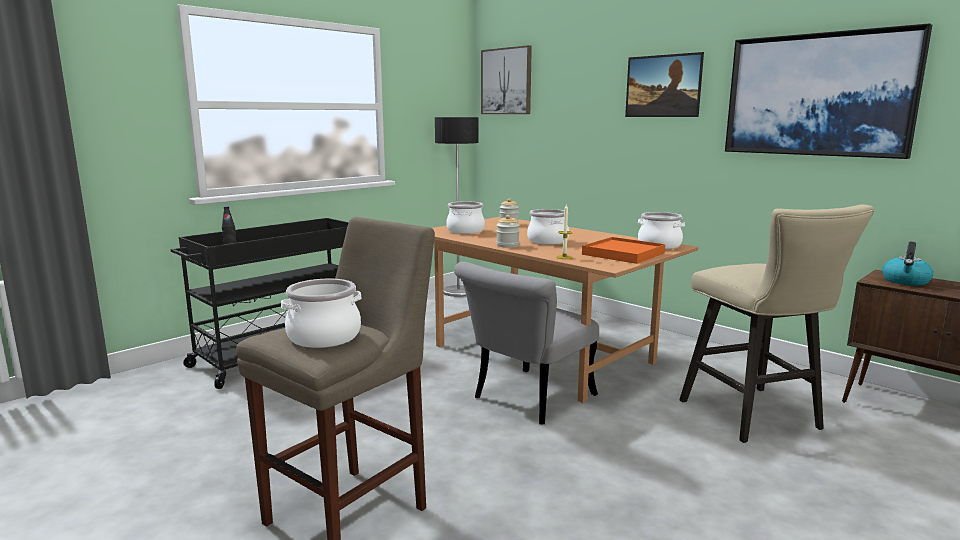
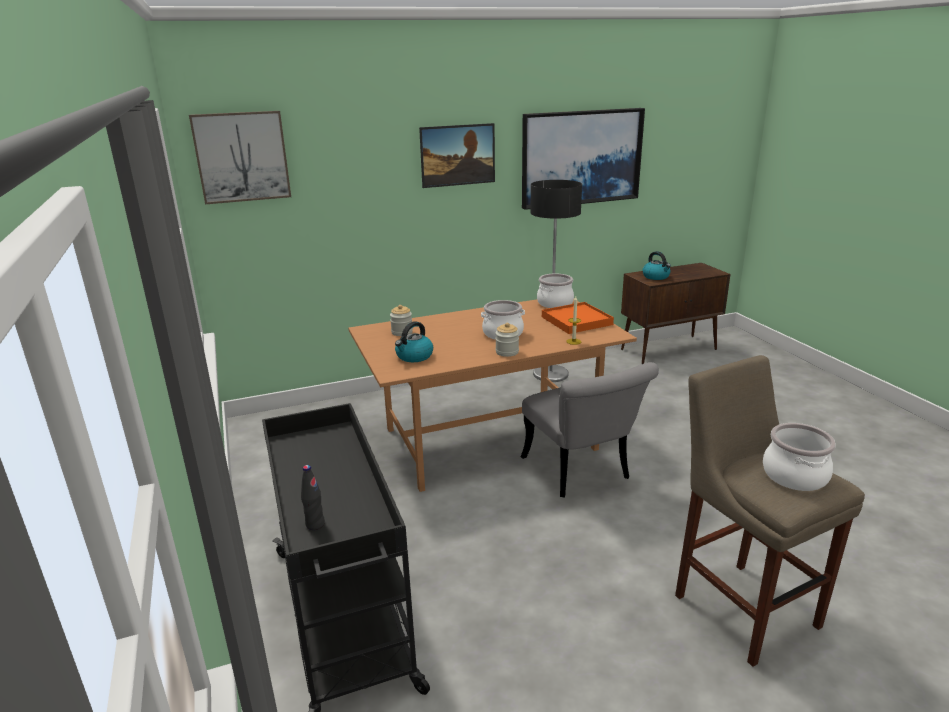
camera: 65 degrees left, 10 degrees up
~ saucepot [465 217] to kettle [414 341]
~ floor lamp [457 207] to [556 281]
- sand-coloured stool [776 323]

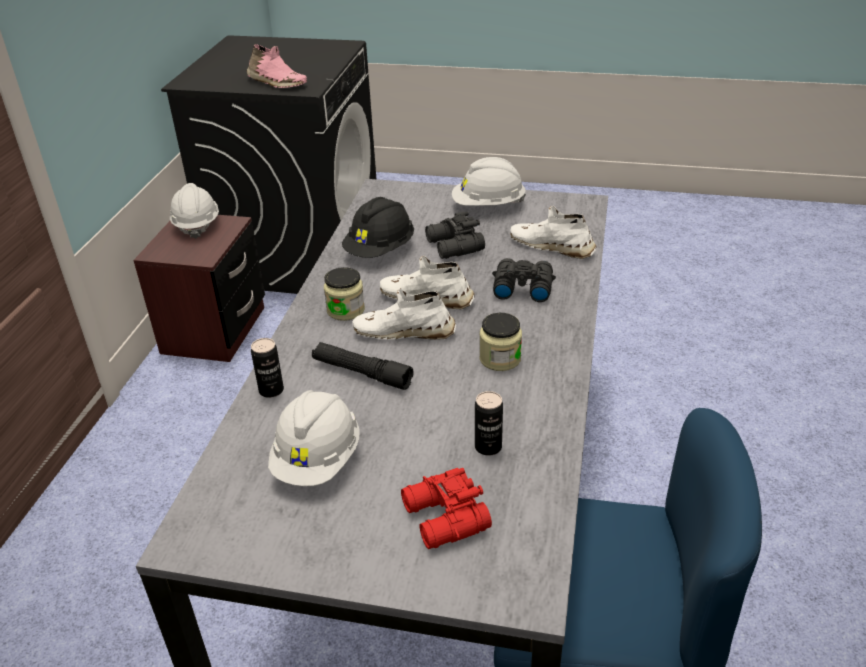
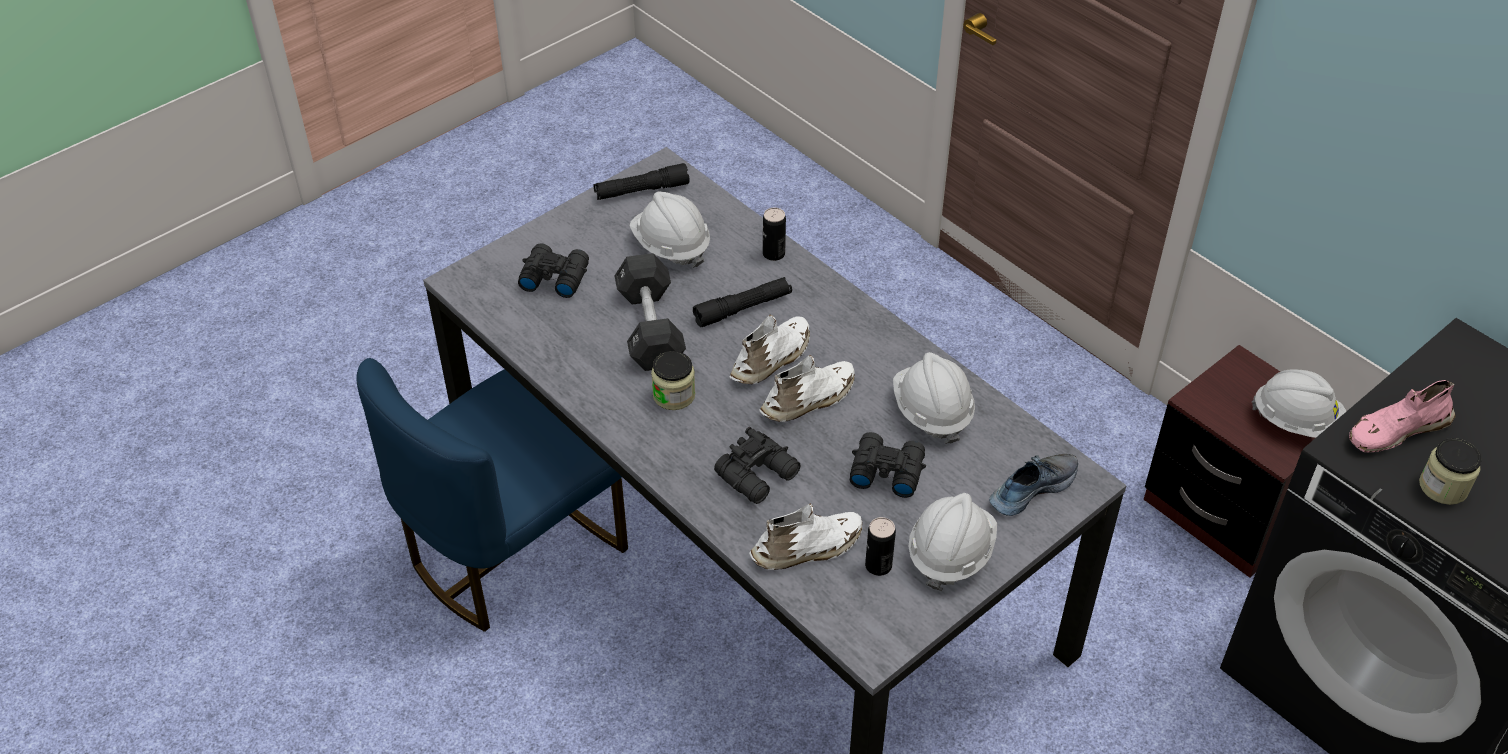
camera: 125 degrees right, 10 degrees up
~ red field glasses [446 508] to black field glasses [553 270]
+ black flashlight [642 181]
+ black free weight [650 312]
~ metal can [489 423] to [880 546]
~ black safety helmet [378 227] to whitish safety helmet [934 398]
+ shoe [1033 485]
~ storage jar [344 294] to [1450 471]

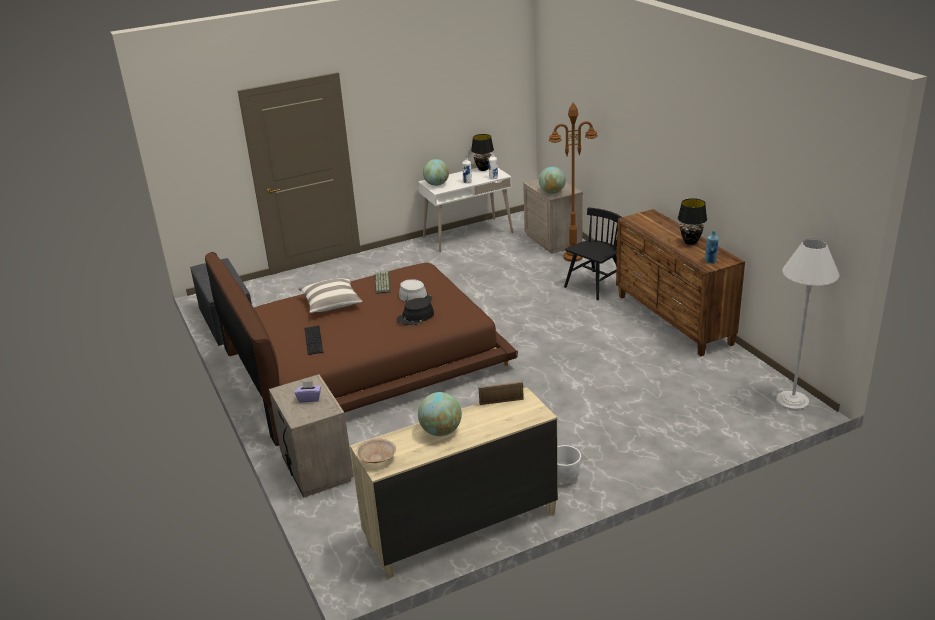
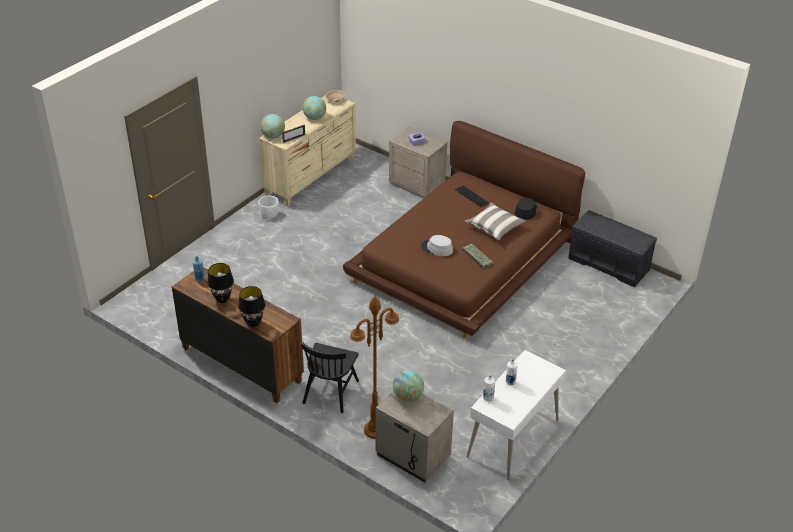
camera: 150 degrees right, 10 degrees up
~ black table lamp [482 152] to [251 306]
~ desk globe [436 172] to [273 126]
~ black wearable hat [415 311] to [526 209]
- whitish floor lamp [808 325]

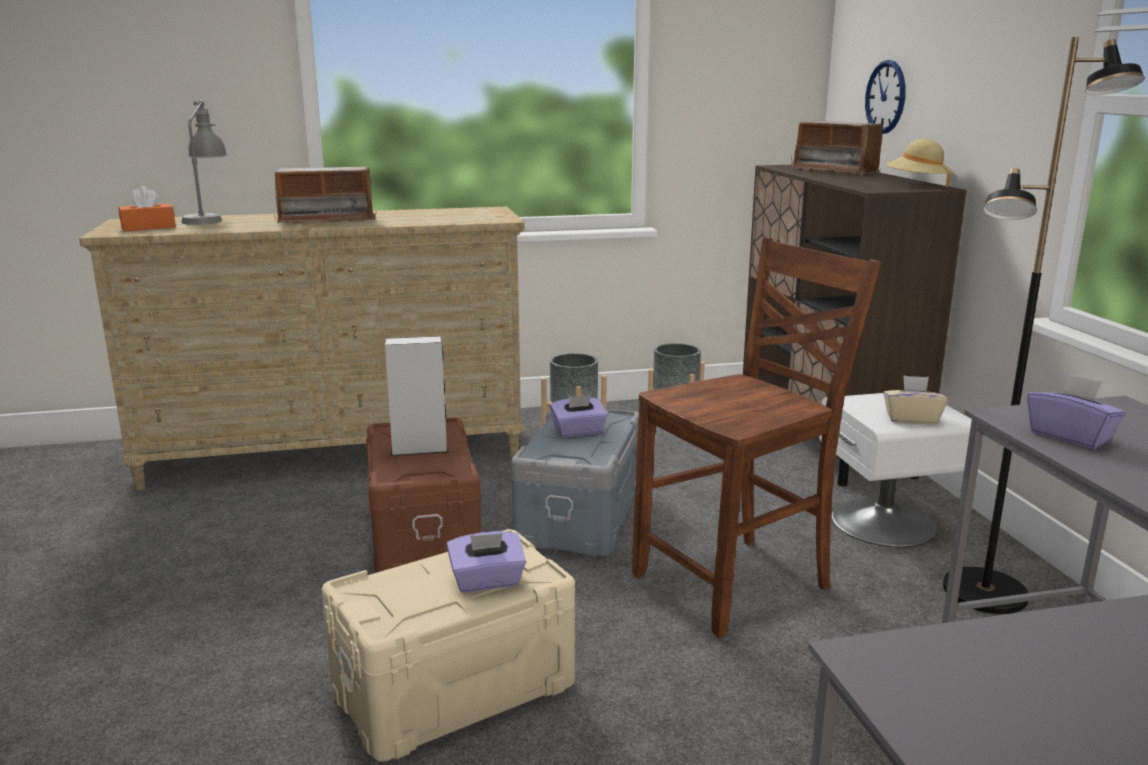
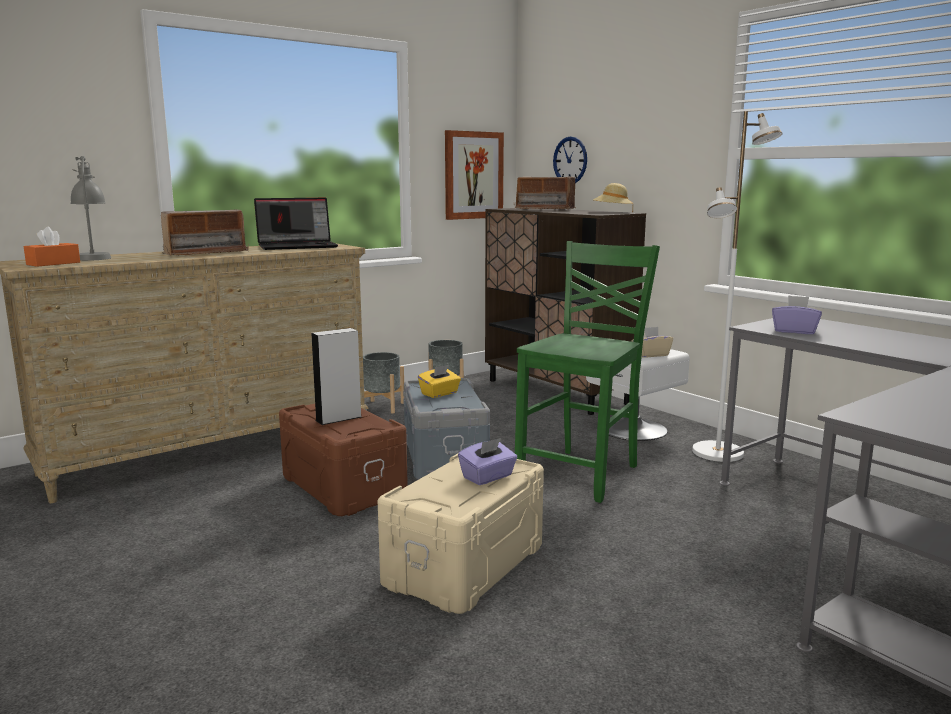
camera: 25 degrees left, 5 degrees down
+ notebook computer [296 224]
~ purple-coloured box of tissues [579 416] to yellow box of tissues [439 381]
+ picture [474 175]
~ brown-coloured chair [756 438] to greenish chair [587 372]
~ black floor lamp [1044 325] to whitish floor lamp [737 286]

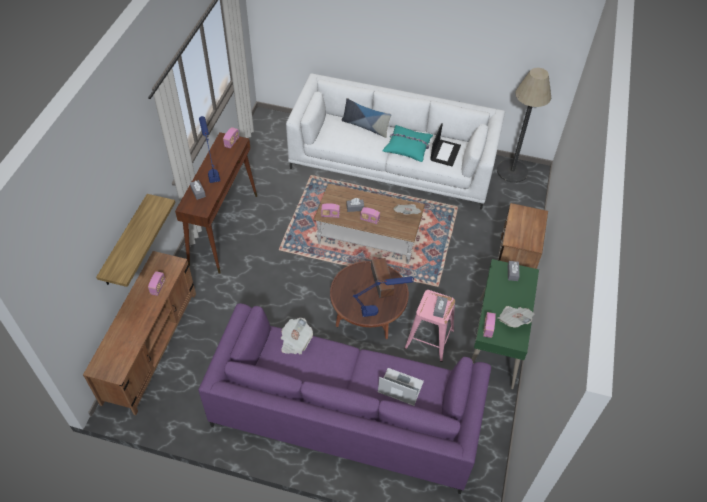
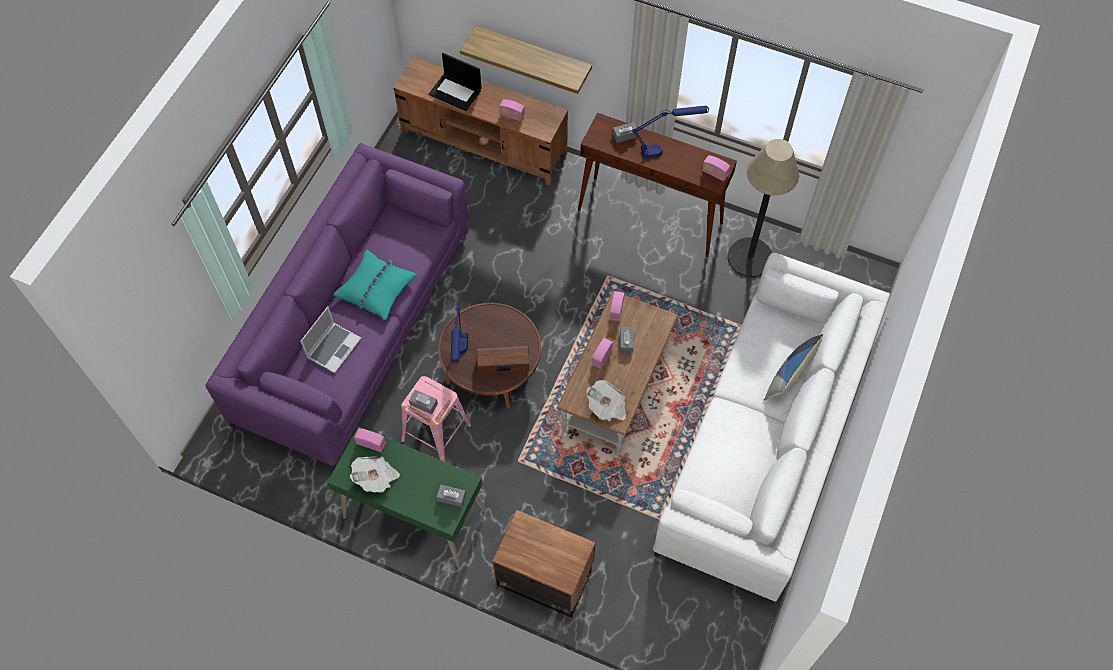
camera: 100 degrees right, 10 degrees up
~ turquoise-coloured throw pillow [407 143] to [375 284]
~ notebook computer [445 145] to [455 82]
~ floor lamp [524 125] to [763 208]
- printed paper [297 336]

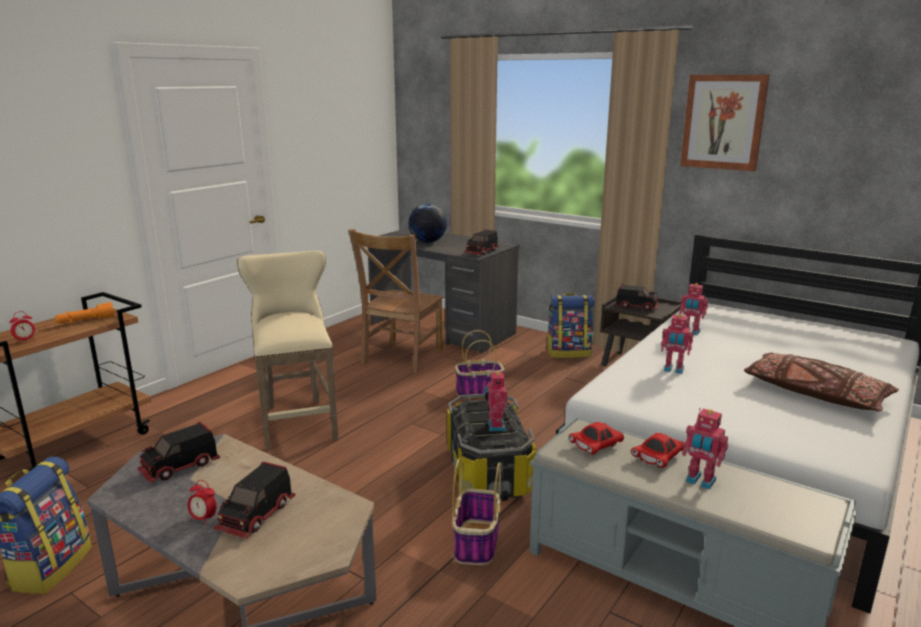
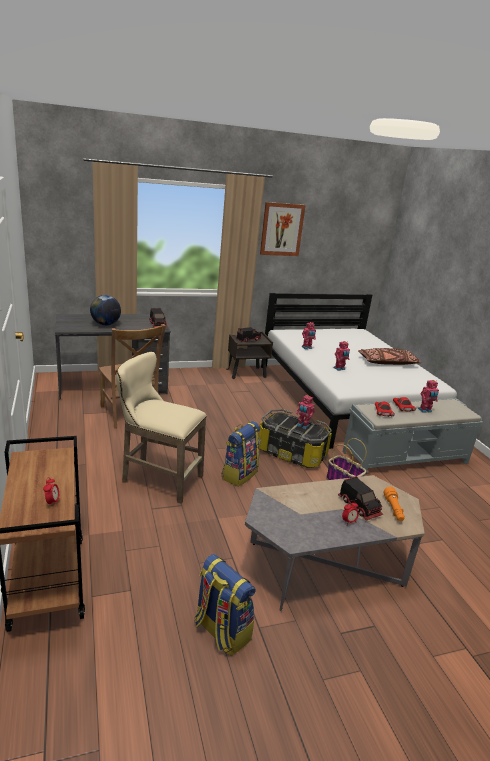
camera: 55 degrees left, 5 degrees up
~ knapsack [570 325] to [240 453]
~ orange flashlight [85 313] to [394 504]
- toy lorry [178 452]
- basket [480 364]

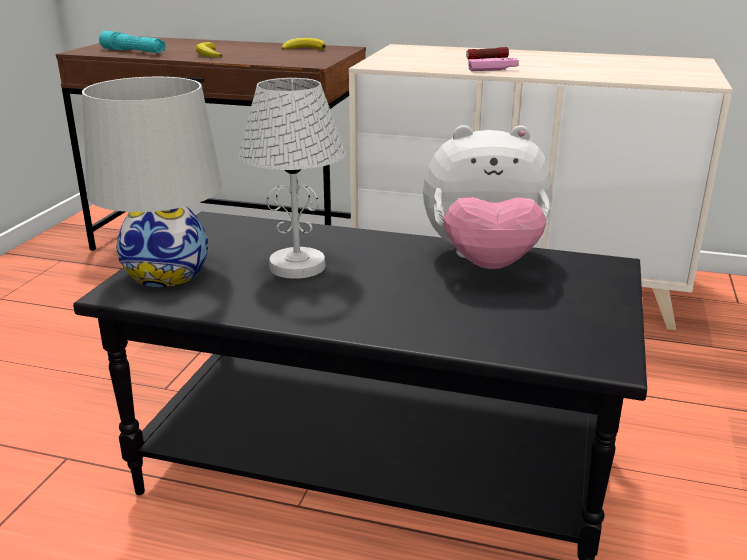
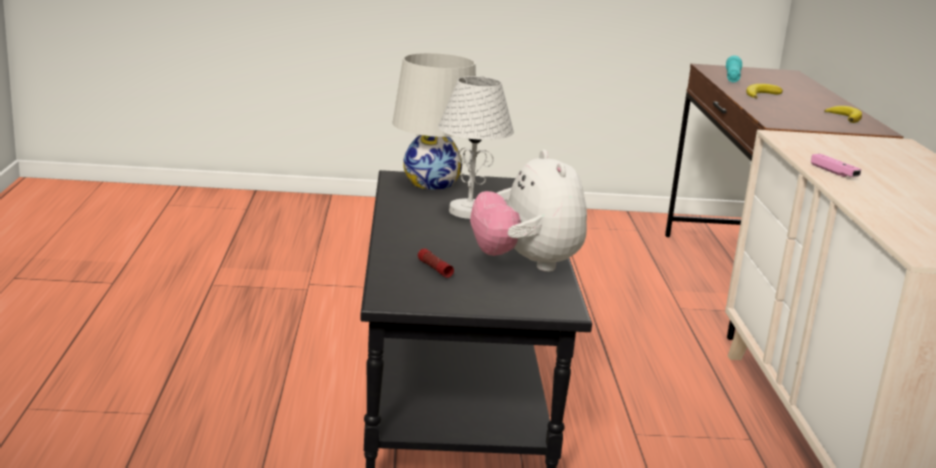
camera: 70 degrees right, 5 degrees down
~ flashlight [487 53] to [436 263]

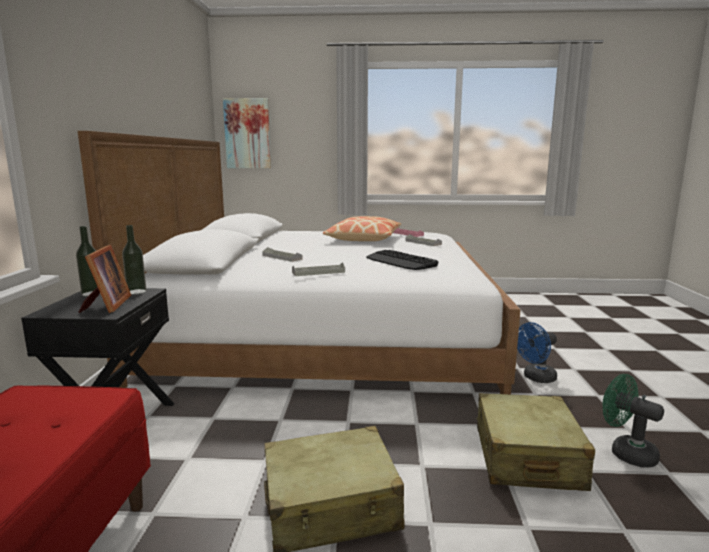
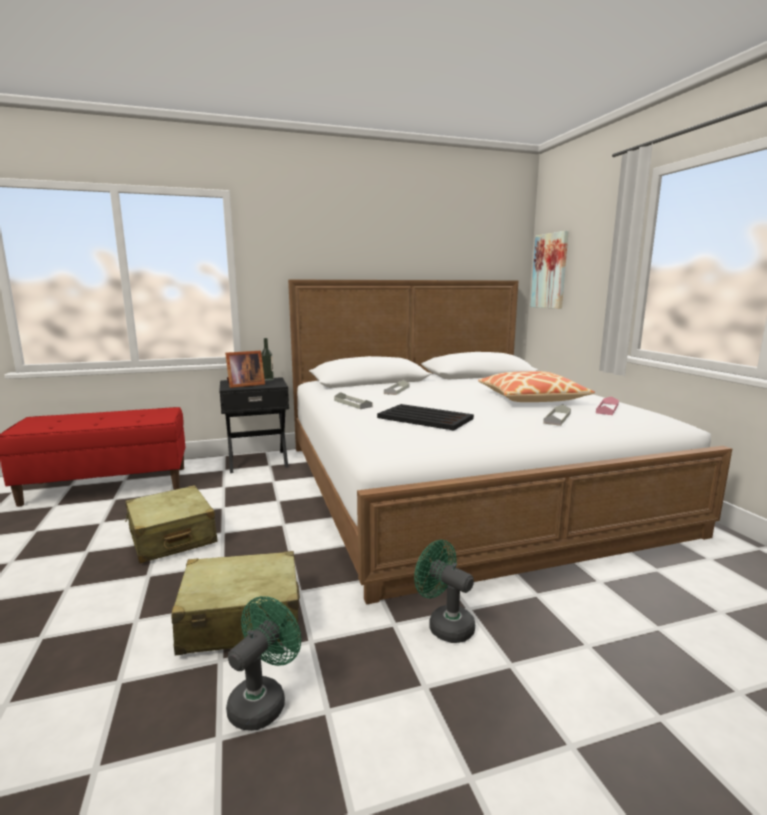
camera: 70 degrees right, 0 degrees up
~ PC keyboard [402 260] to black tray [425 417]
~ bluish electric fan [537 352] to greenish electric fan [444 591]
- bottle [134 259]

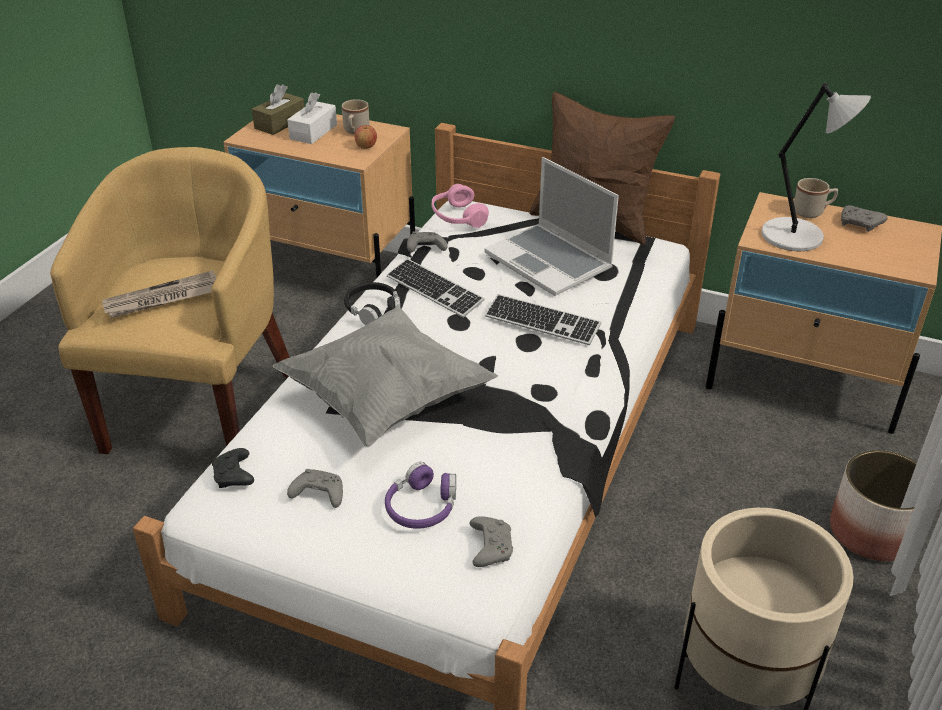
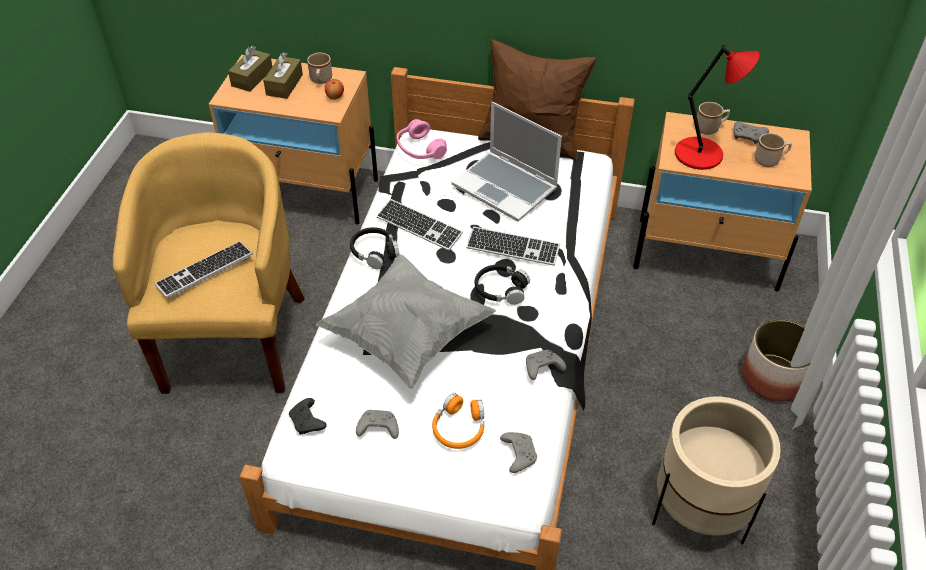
camera: 10 degrees left, 10 degrees up
~ printed paper [159 294] to PC keyboard [203 269]
~ whitish box of tissues [312 118] to brown-coloured box of tissues [283 75]
~ purple-coloured pair of headphones [420 495] to orange pair of headphones [458 421]
+ black pair of headphones [502 285]
~ greyish joypad [427 241] to [546 365]
~ greyish table lamp [816 167] to red table lamp [717 107]
+ sand-coloured mug [773 150]

